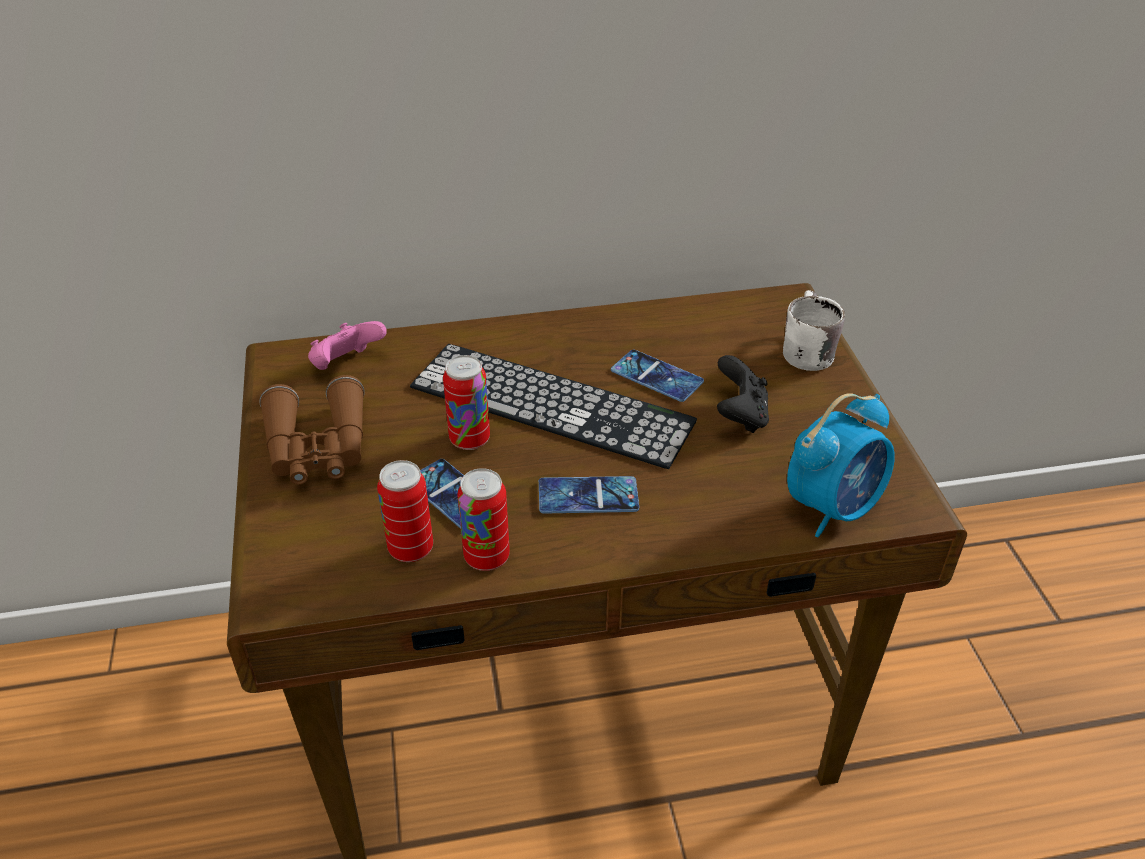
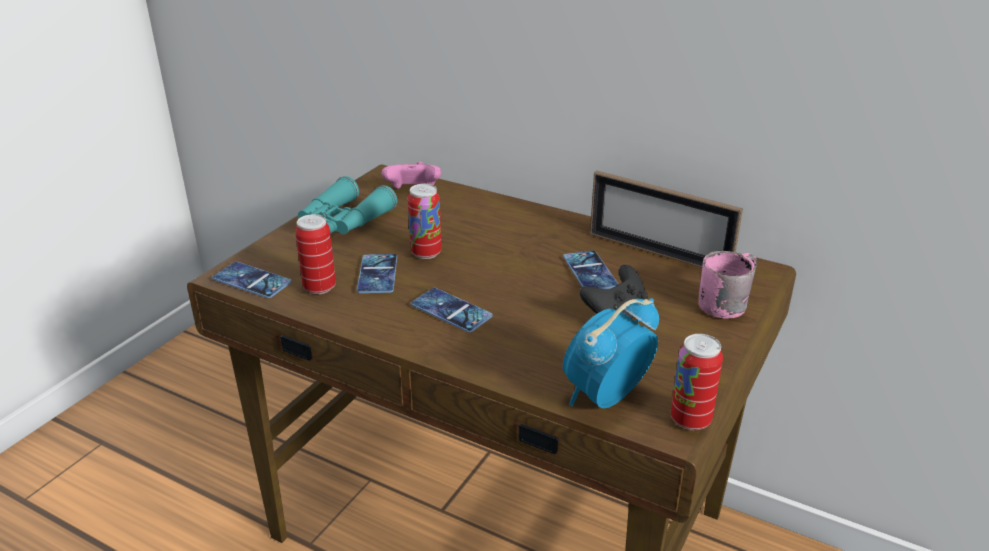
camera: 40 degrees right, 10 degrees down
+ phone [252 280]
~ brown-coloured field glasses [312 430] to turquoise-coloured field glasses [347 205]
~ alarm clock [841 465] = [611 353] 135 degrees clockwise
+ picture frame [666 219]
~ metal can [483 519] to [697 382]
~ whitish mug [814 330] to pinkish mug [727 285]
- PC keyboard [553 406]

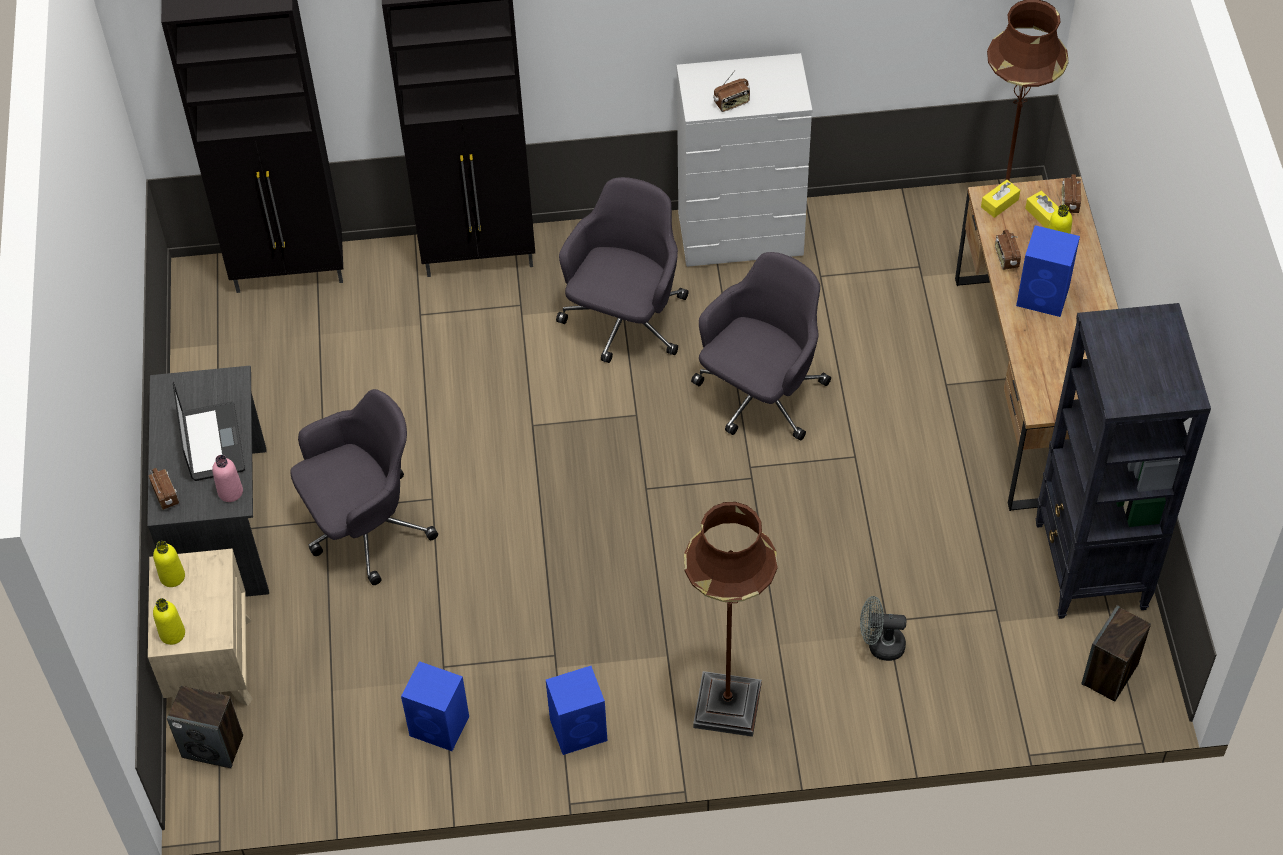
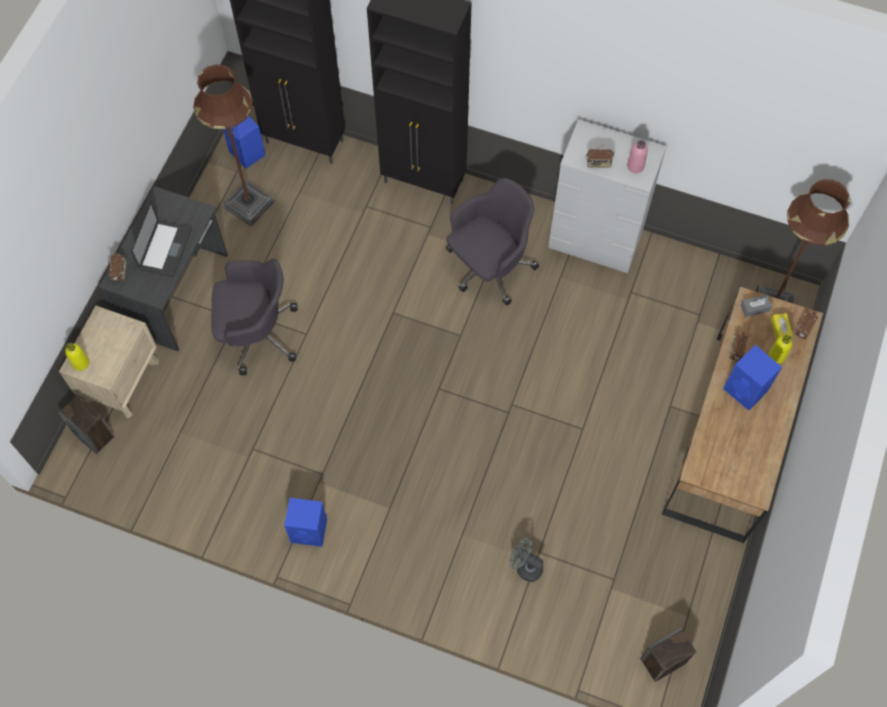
camera: 25 degrees right, 10 degrees up
~ brown-coloured floor lamp [731 619] to [234 146]
~ bluish loudspeaker [435 706] to [244 142]
~ pinkish bottle [227 478] to [637 156]
~ yellow box of tissues [1000 199] to greyish box of tissues [756 305]
- yellow bottle [169 564]
- greyish desk chair [761 346]
- black bookshelf [1123 461]

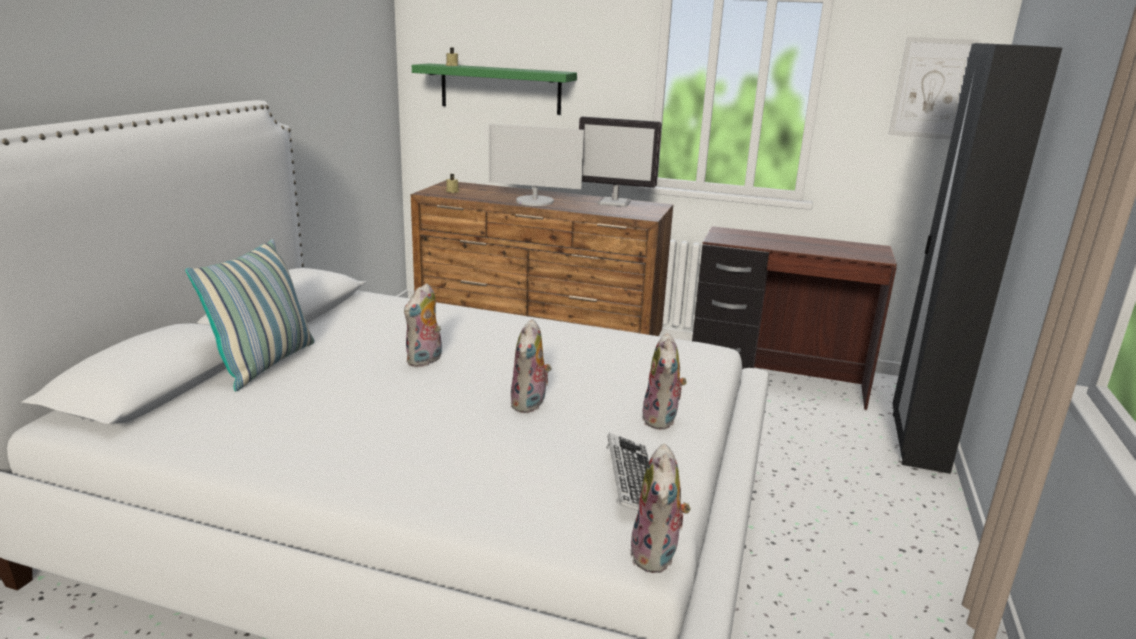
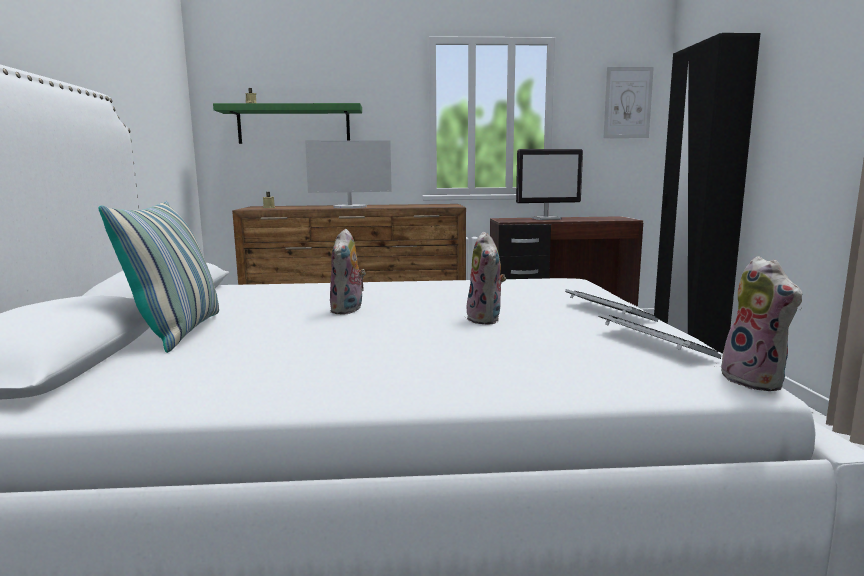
camera: 20 degrees left, 10 degrees down
~ computer screen [620 162] to [549 184]
~ cuddly toy [665 381] to PC keyboard [611 305]

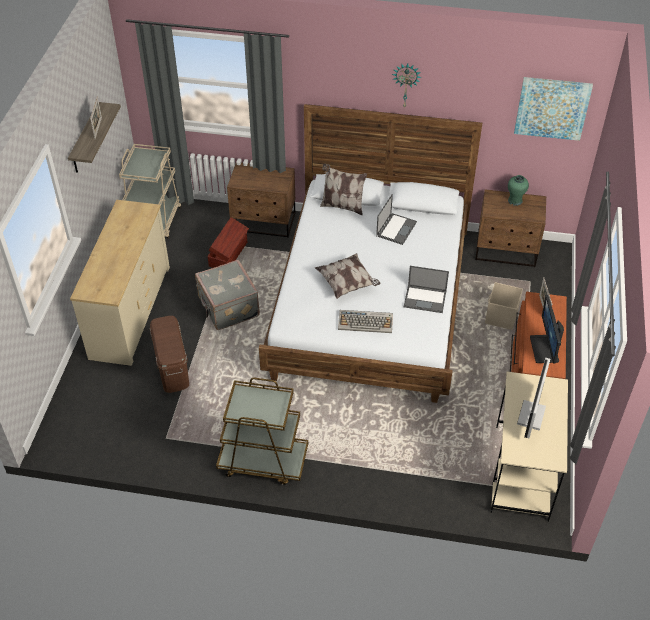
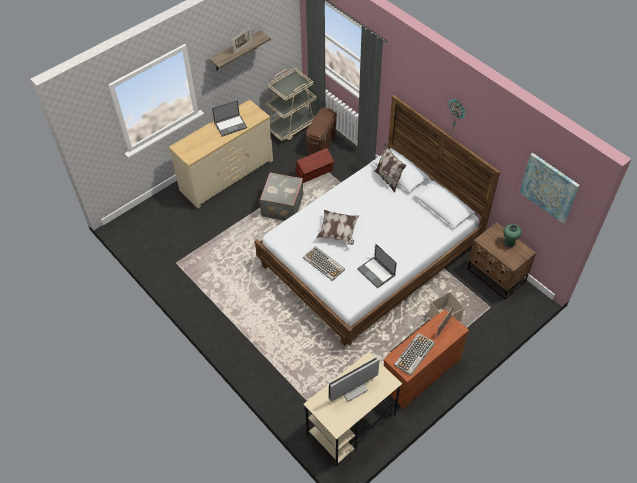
camera: 40 degrees right, 5 degrees up
~ notebook computer [396 219] to [229 118]
~ brown-coloured storage container [169 354] to [321 131]
~ computer screen [547 329] to PC keyboard [414 354]
- brown-coloured wheeled cart [262 431]
- brown-coloured night table [261 200]

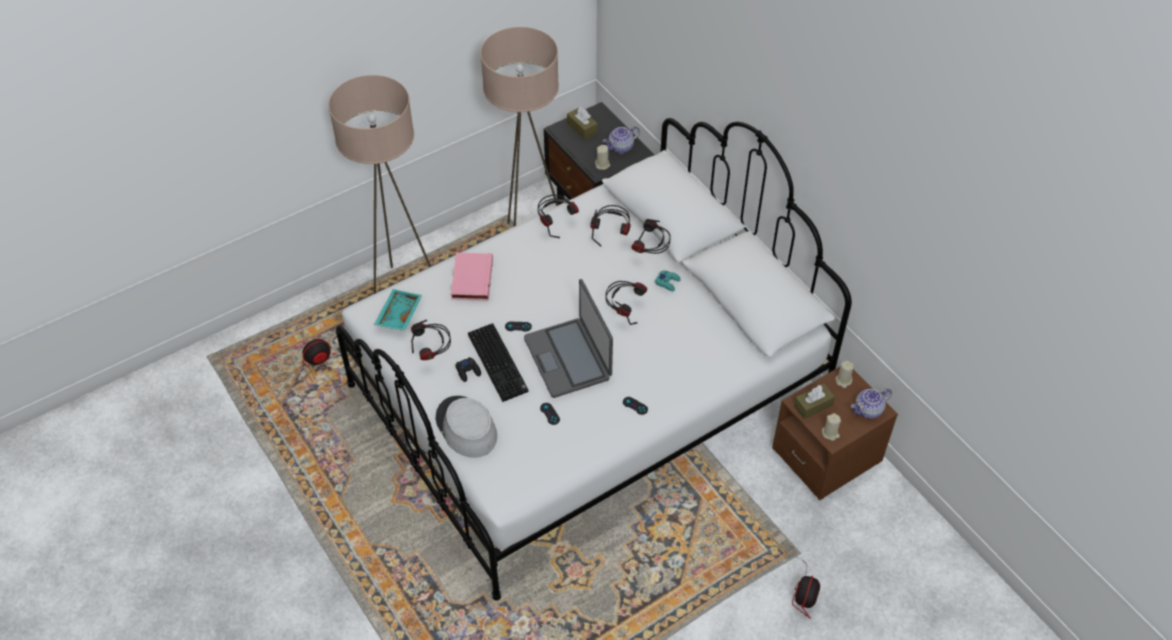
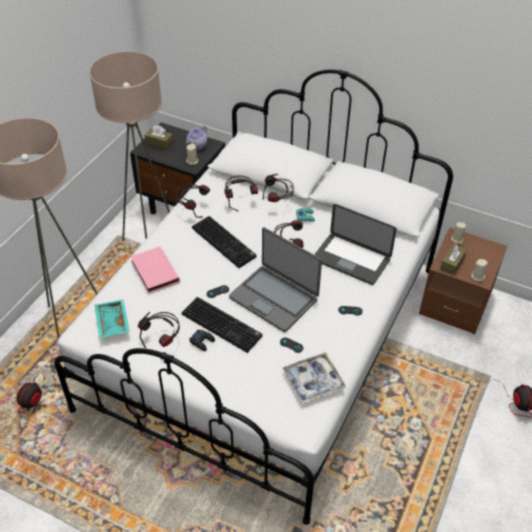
camera: 30 degrees left, 5 degrees down
+ PC keyboard [224 242]
+ tray [314 378]
+ notebook computer [355 244]
- greyish wearable hat [466 427]
- tea pot [871 404]

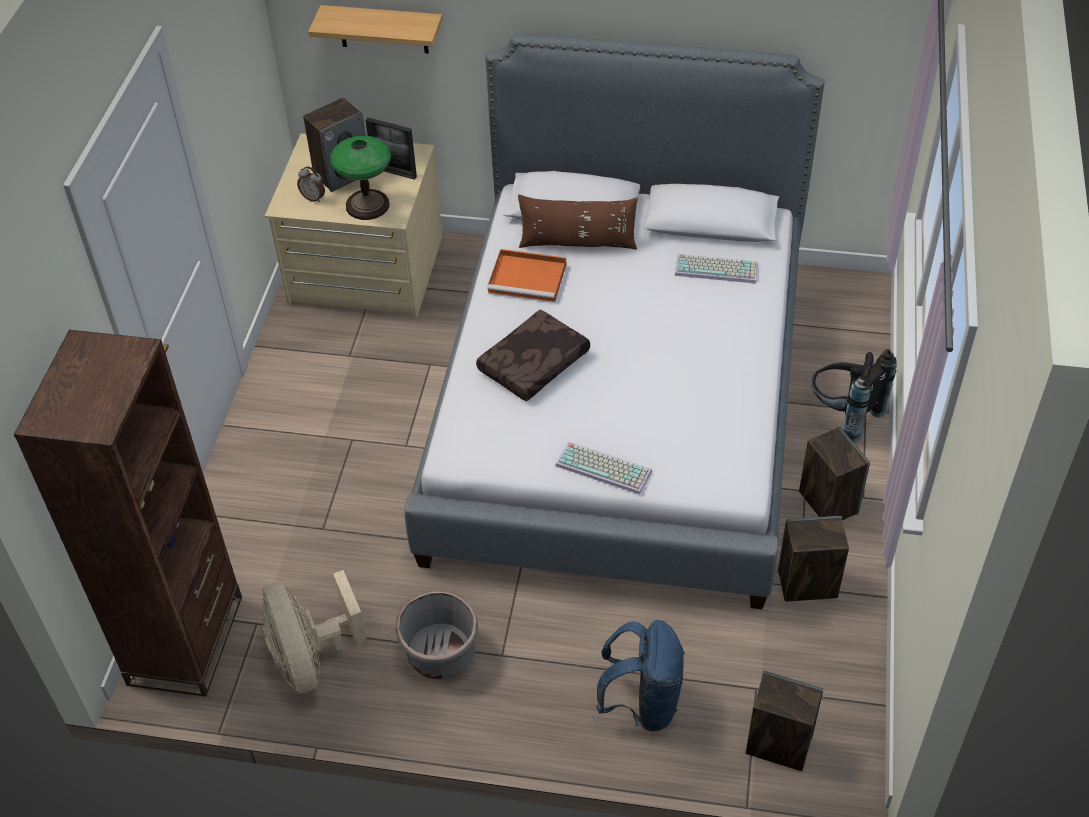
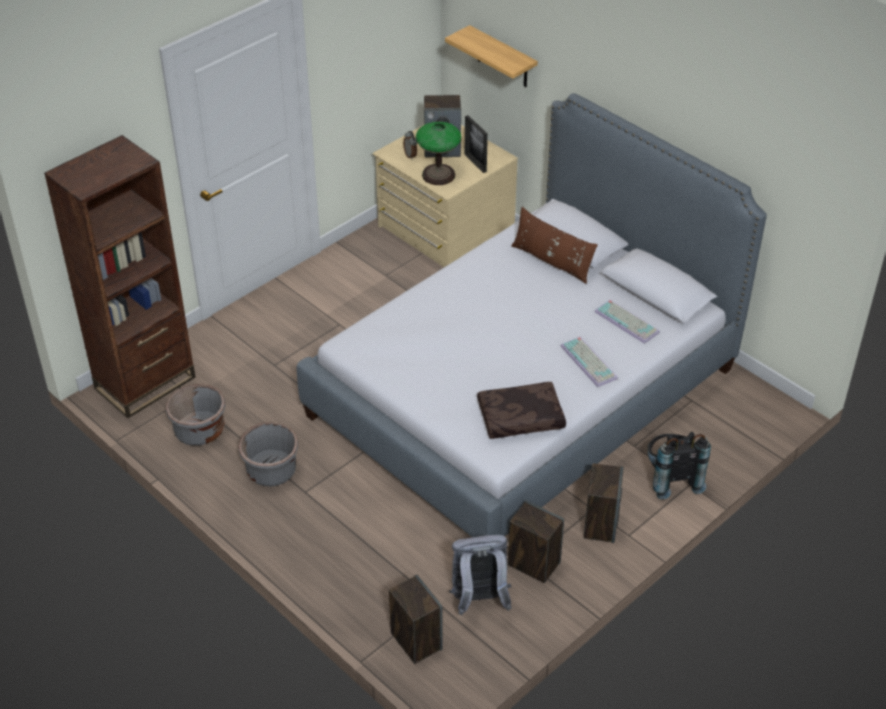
camera: 35 degrees right, 5 degrees down
~ sand-coloured electric fan [314 631] to greyish flower pot [196 415]
+ greyish knapsack [480 575]
~ brown-coloured throw pillow [533 355] to [521 410]
~ PC keyboard [603 468] to [589 362]
- orange tray [527 275]
- bluish knapsack [640 676]

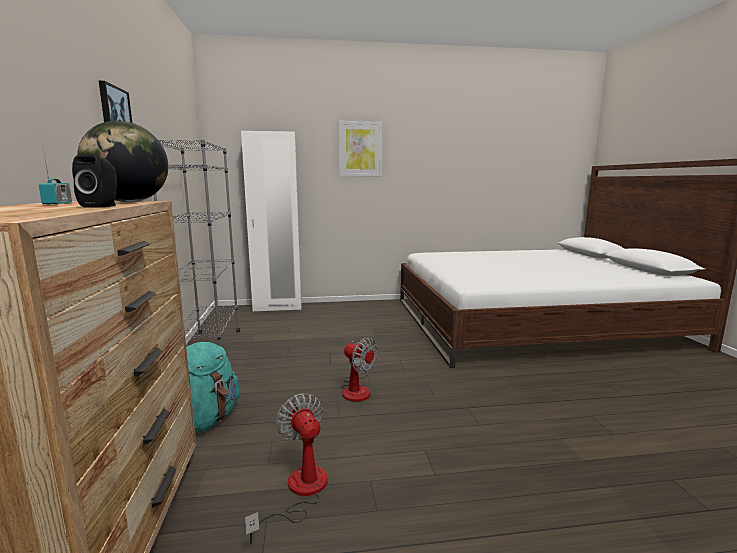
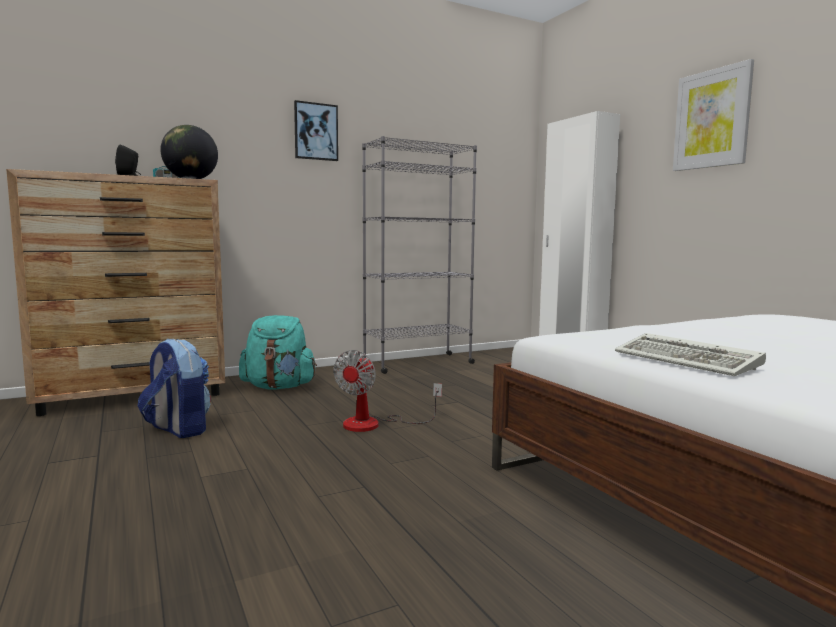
camera: 70 degrees right, 5 degrees down
~ electric fan [286 468] to knapsack [174 388]
+ PC keyboard [690 354]

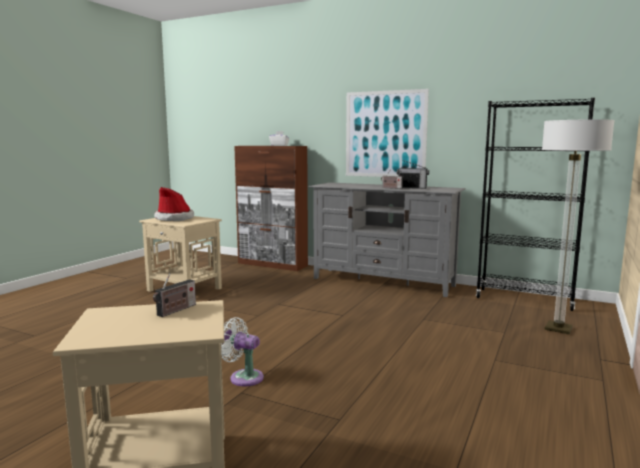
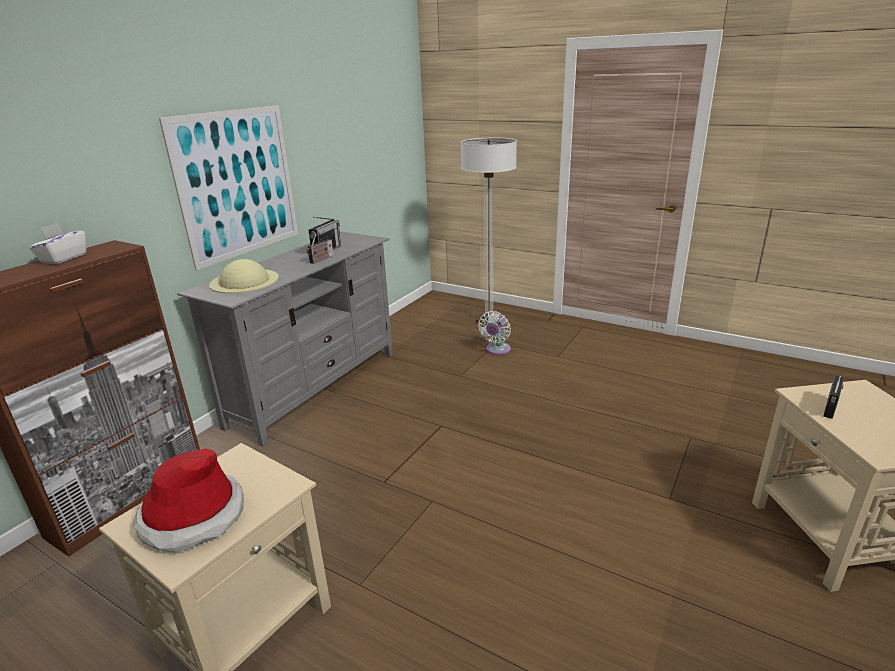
camera: 85 degrees left, 15 degrees up
+ sand-coloured wearable hat [244 276]
~ whitish electric fan [242 351] to [494 333]
~ radio [174 295] = [833 397] 90 degrees clockwise
- black bookshelf [535 204]

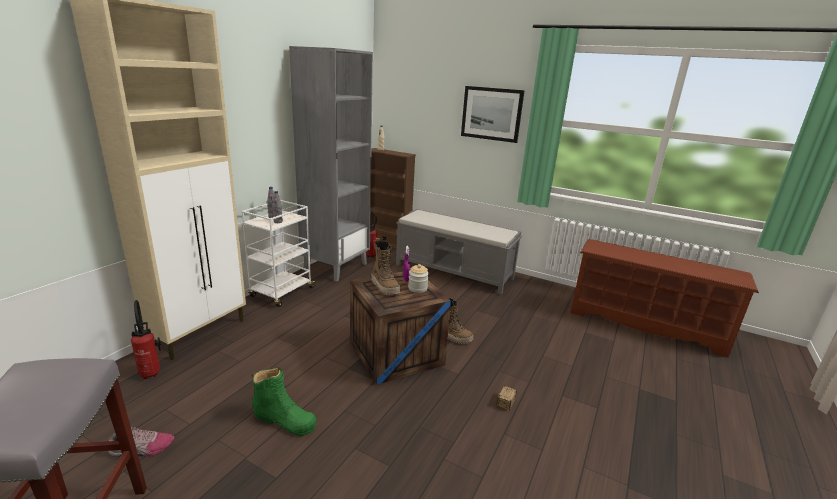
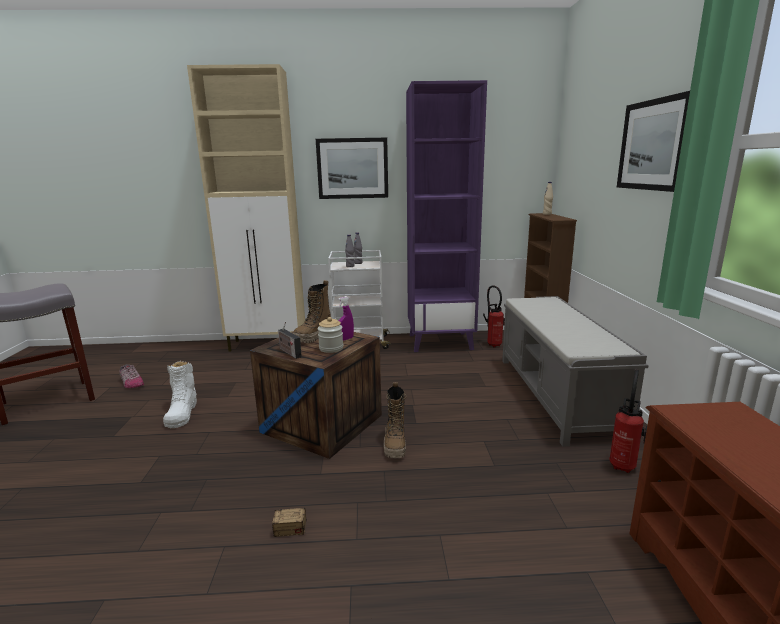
camera: 60 degrees right, 5 degrees down
~ greenish boot [284 401] to whitish boot [180 394]
+ radio [290 340]
+ picture [352 168]
~ greyish bookshelf [331 164] to purple-coloured bookshelf [446 216]
~ fire-fighting cylinder [146 339] to [628 421]

